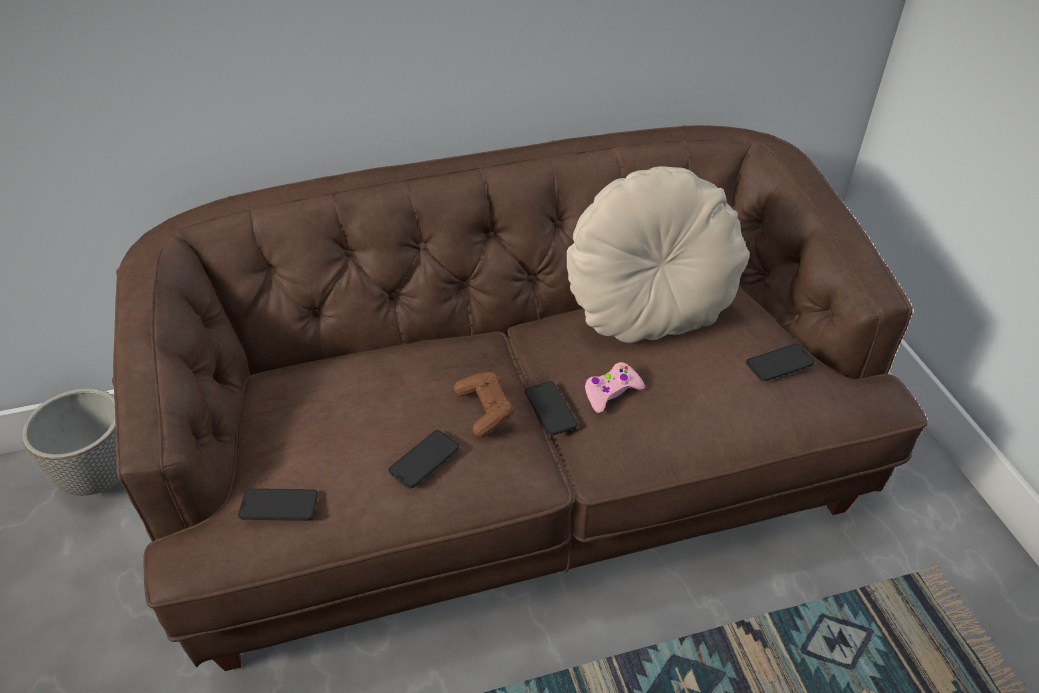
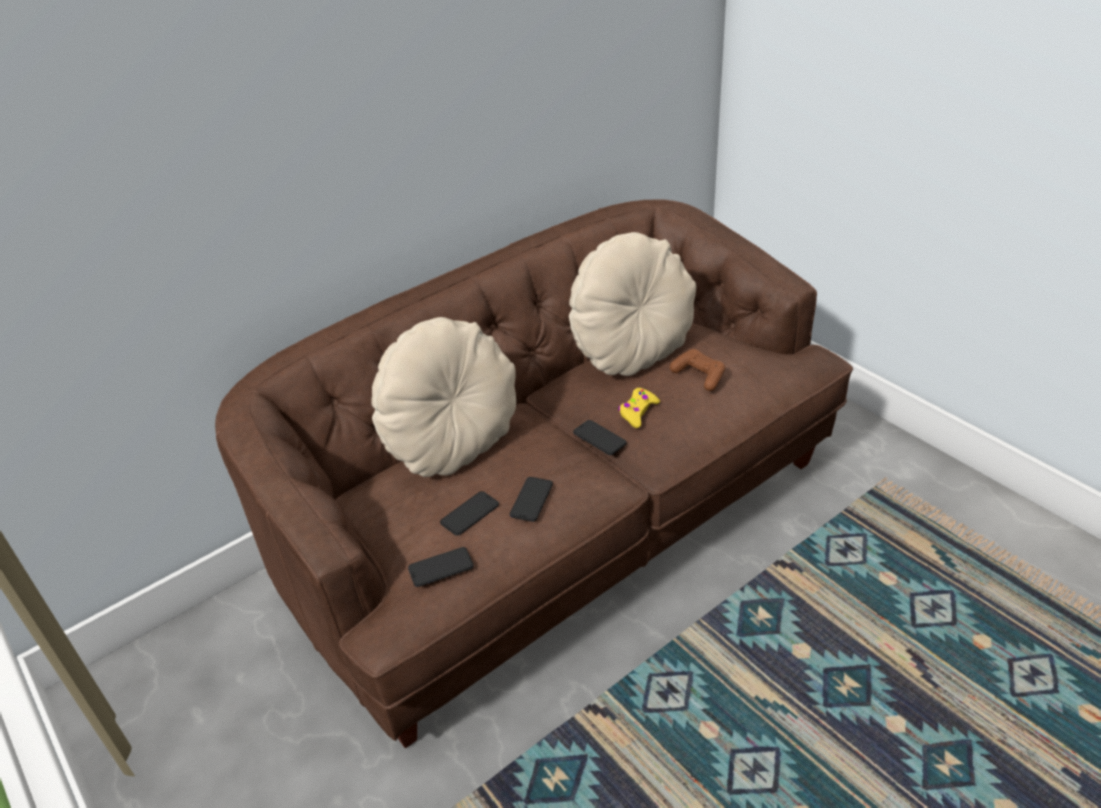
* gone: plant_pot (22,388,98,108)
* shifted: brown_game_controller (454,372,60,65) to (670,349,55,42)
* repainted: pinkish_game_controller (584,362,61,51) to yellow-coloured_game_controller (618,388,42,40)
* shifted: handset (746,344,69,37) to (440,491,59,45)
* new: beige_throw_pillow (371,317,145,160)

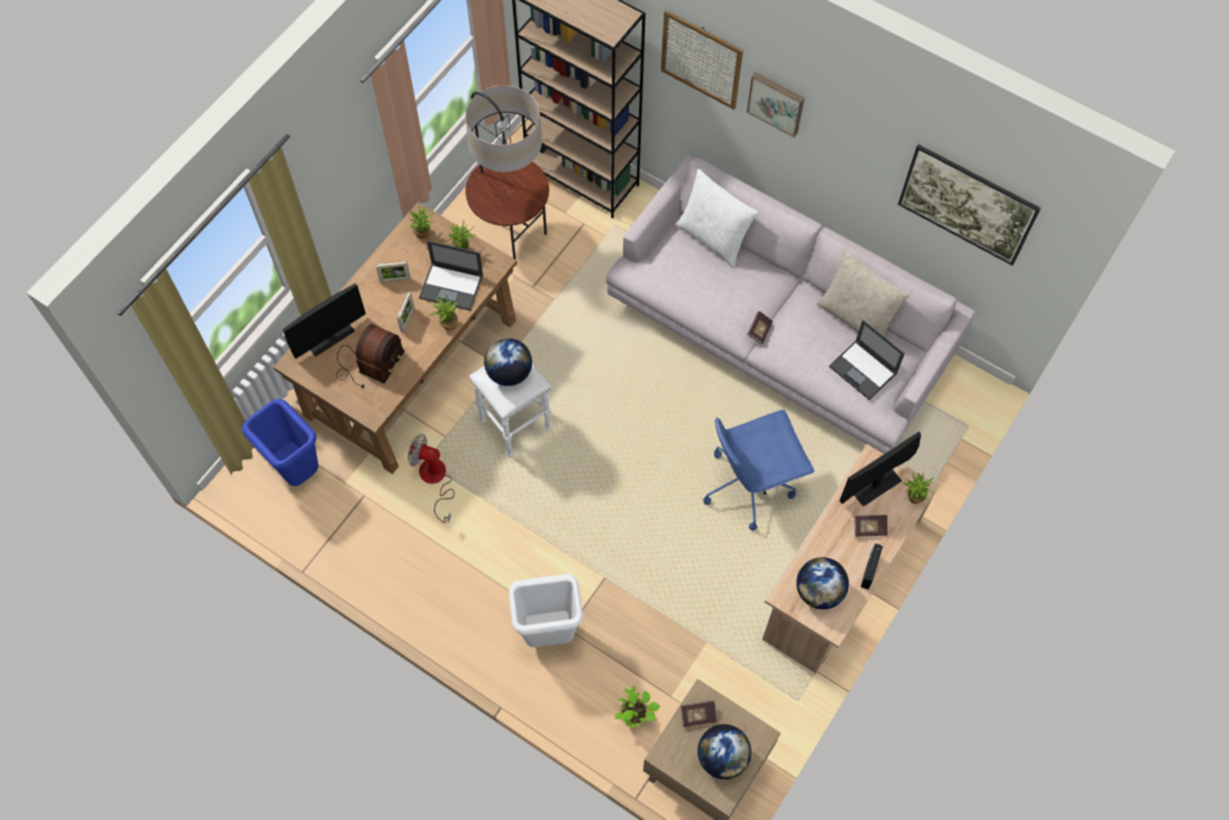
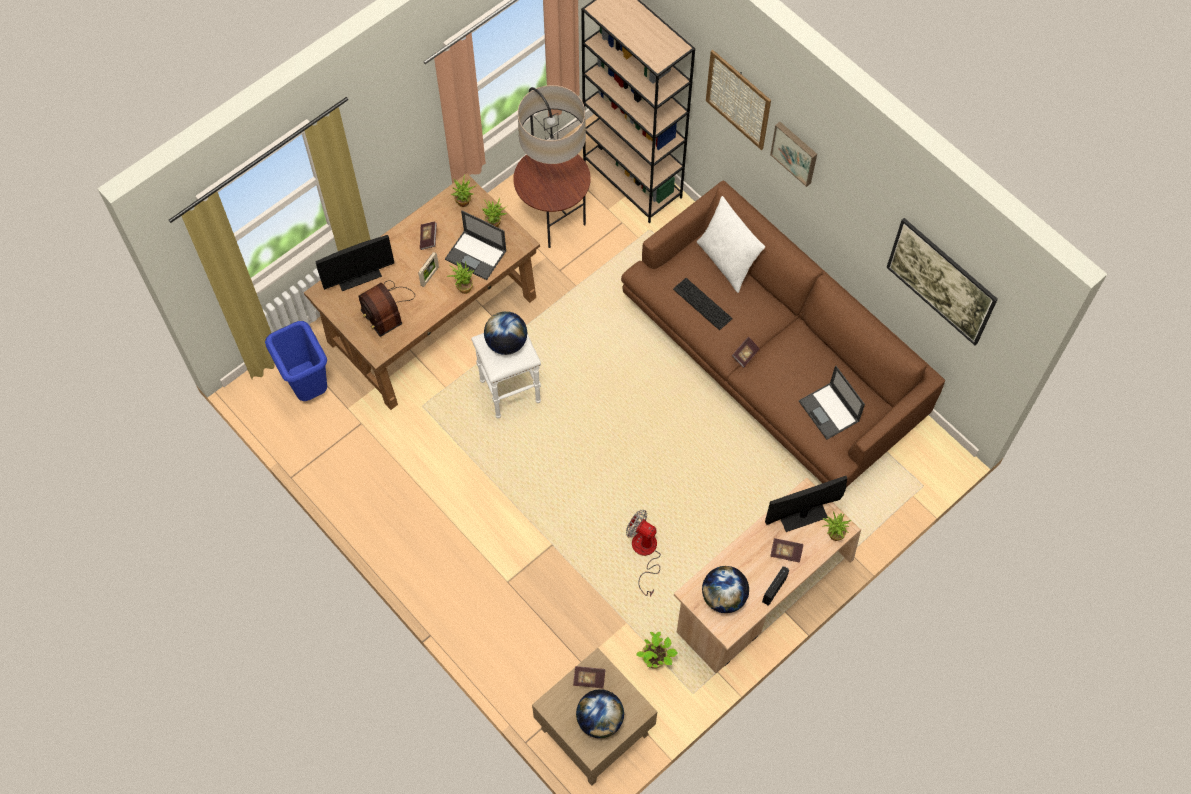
* rotated: radio_set (336,324,69,64) = (359,281,56,56) 105 degrees clockwise
* swapped: standing_frame (376,261,35,22) to volume (420,221,17,29)
* shifted: fan (408,434,46,89) to (626,509,35,88)
* gone: white-coloured_trash_can (509,574,74,73)
* repainted: white-coloured_couch (606,155,369,299) to brown_couch (621,180,324,307)
* shifted: plant_in_a_pot (615,686,45,42) to (636,632,42,37)
* gone: blue-coloured_computer_chair (703,410,111,121)
* gone: beige_throw_pillow (817,250,93,86)
* new: keyboard (673,278,60,52)

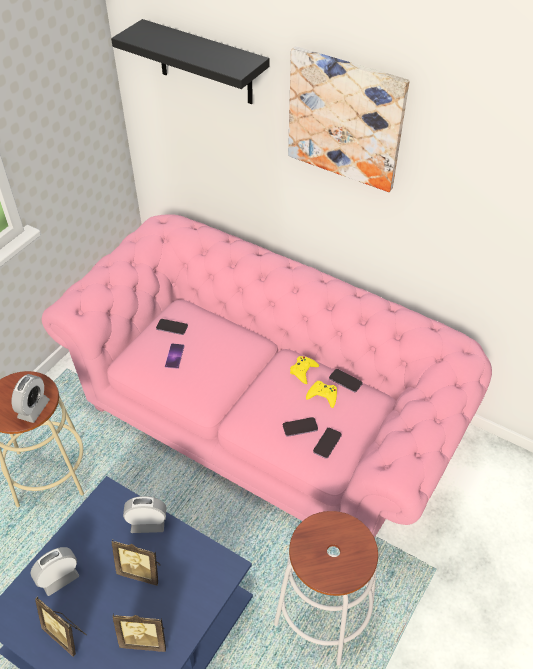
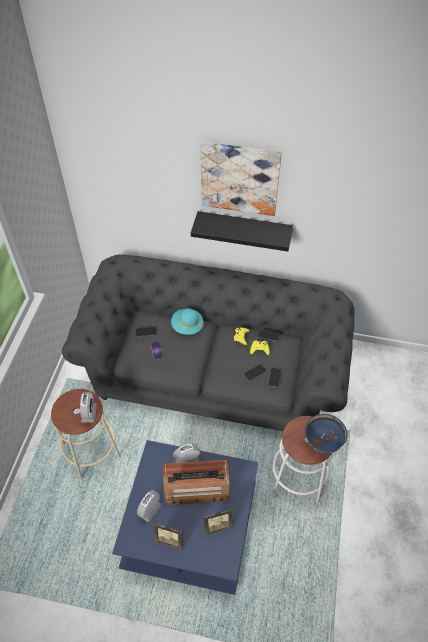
* repainted: pinkish_couch (42,214,450,324) to greyish_couch (62,255,293,176)
* shifted: black_bracket_shelf (111,19,159,85) to (191,211,102,40)
* swapped: standing_frame (112,540,49,46) to radio_set (163,460,66,45)
* new: turquoise_wearable_hat (171,309,33,26)
* new: blue-coloured_bowl (305,414,43,40)

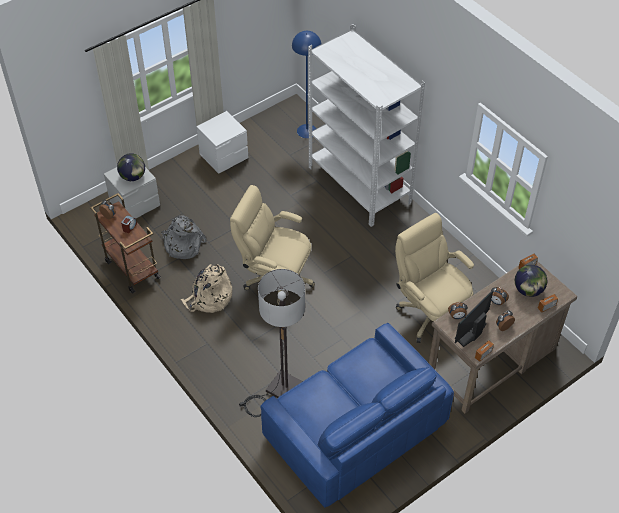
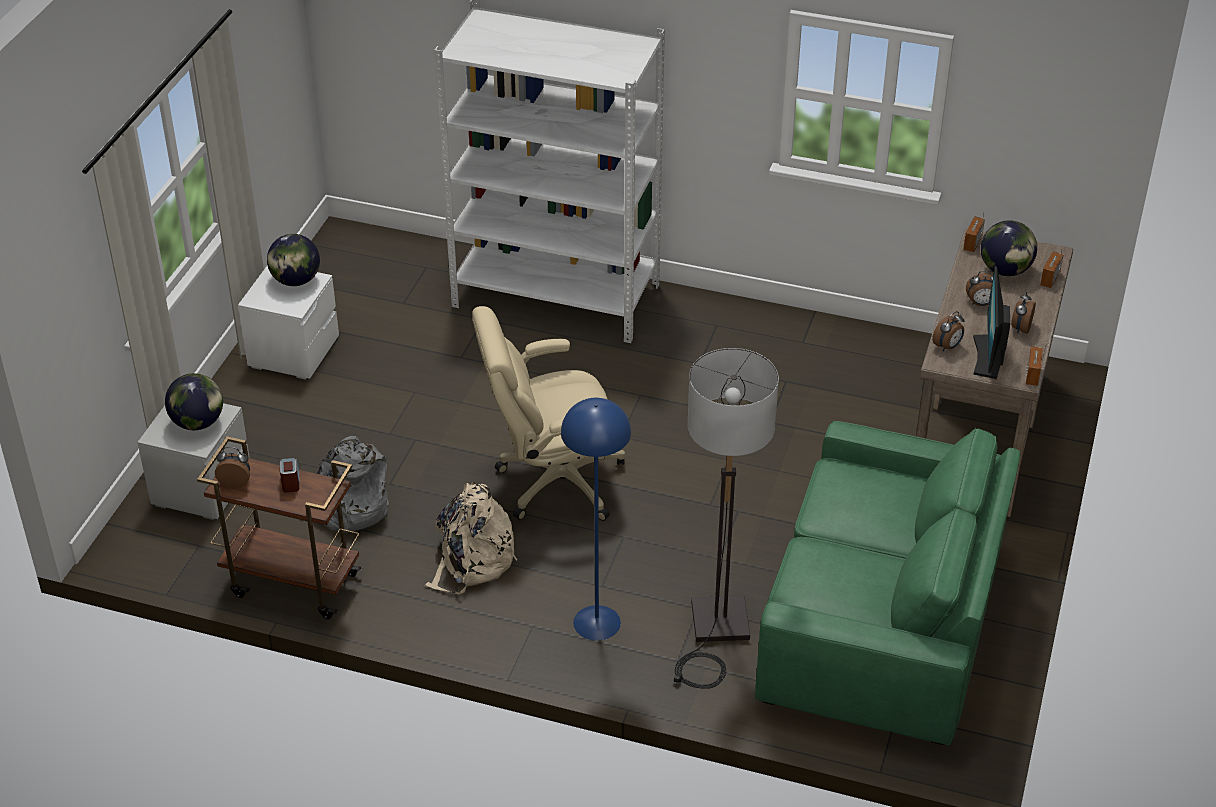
* repainted: blue-coloured_couch (261,323,193,185) to green_couch (755,421,265,324)
* shifted: blue-coloured_standard_lamp (292,31,29,107) to (561,398,70,243)
* gone: beige_computer_chair (395,213,79,130)
* new: world_globe (267,234,53,52)

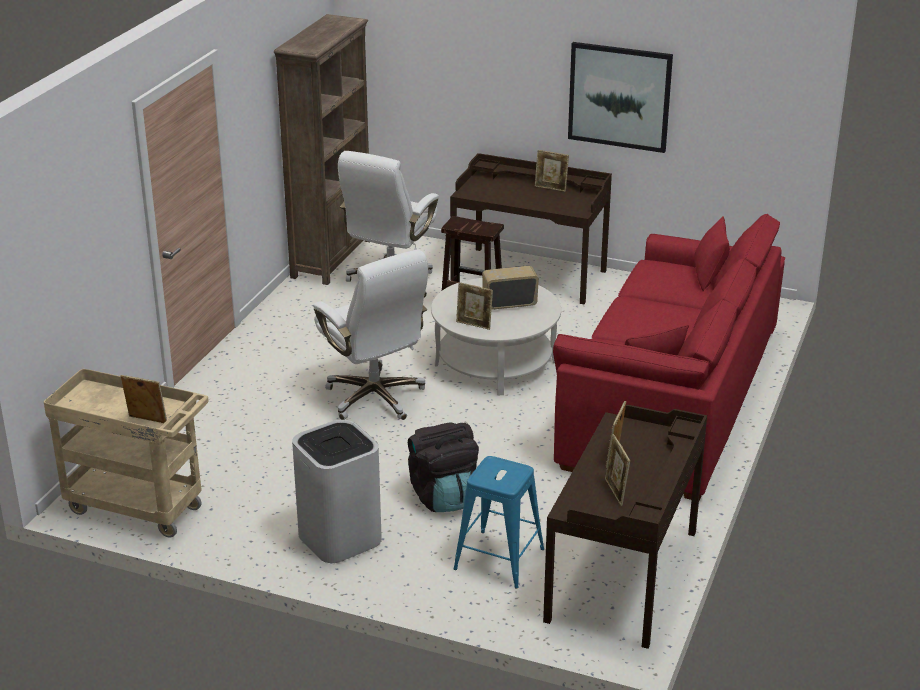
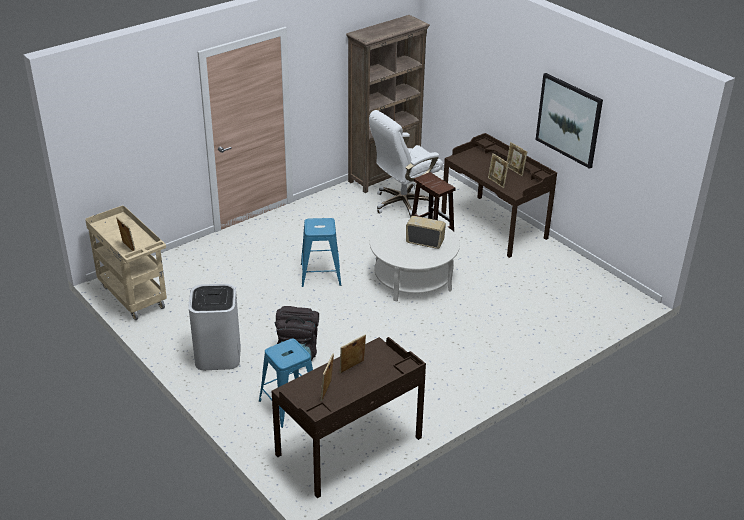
* swapped: white-coloured_computer_chair (313,249,115,171) to blue-coloured_sitting_stool (301,218,40,69)
* shifted: standing_frame (456,282,37,48) to (488,153,21,35)
* gone: red-coloured_couch (553,214,232,287)

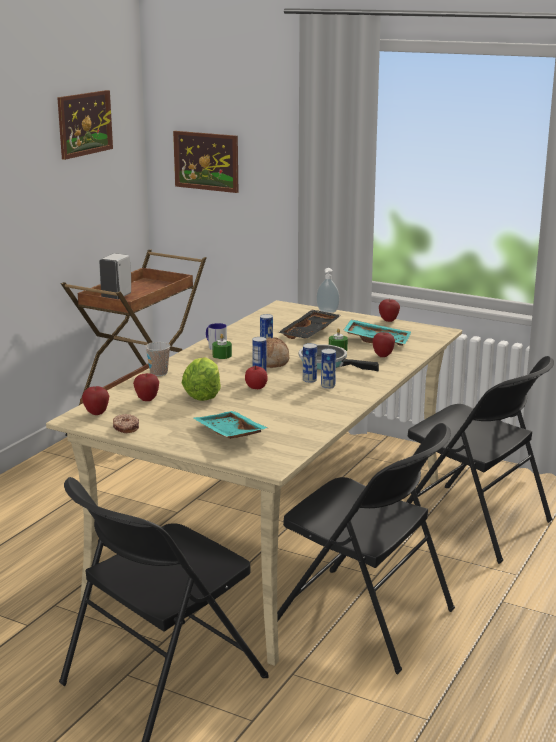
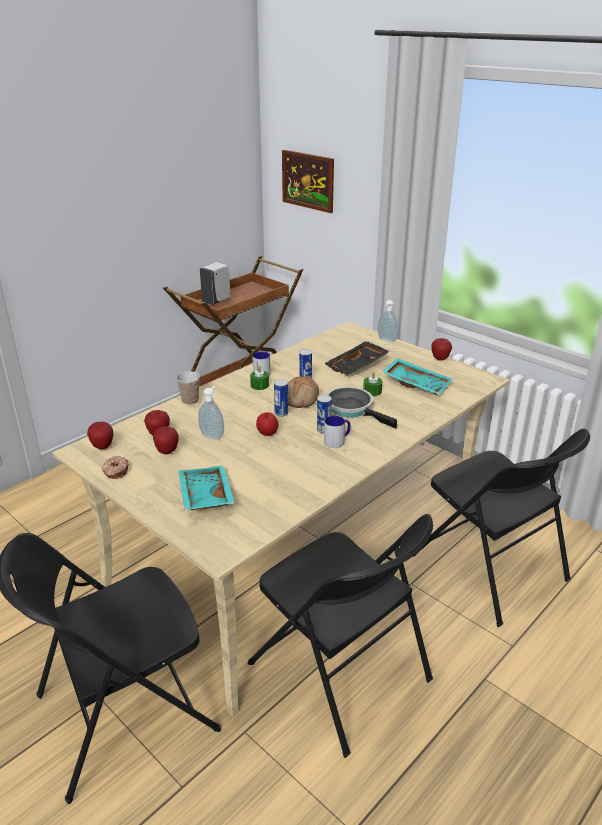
* gone: picture (57,90,56,70)
* swapped: head_of_lettuce (182,357,39,44) to soap_bottle (198,386,26,53)
* swapped: sealed_can (321,349,15,40) to coffee_mug (324,416,27,32)
* shifted: whole_apple (373,332,22,25) to (153,426,26,28)

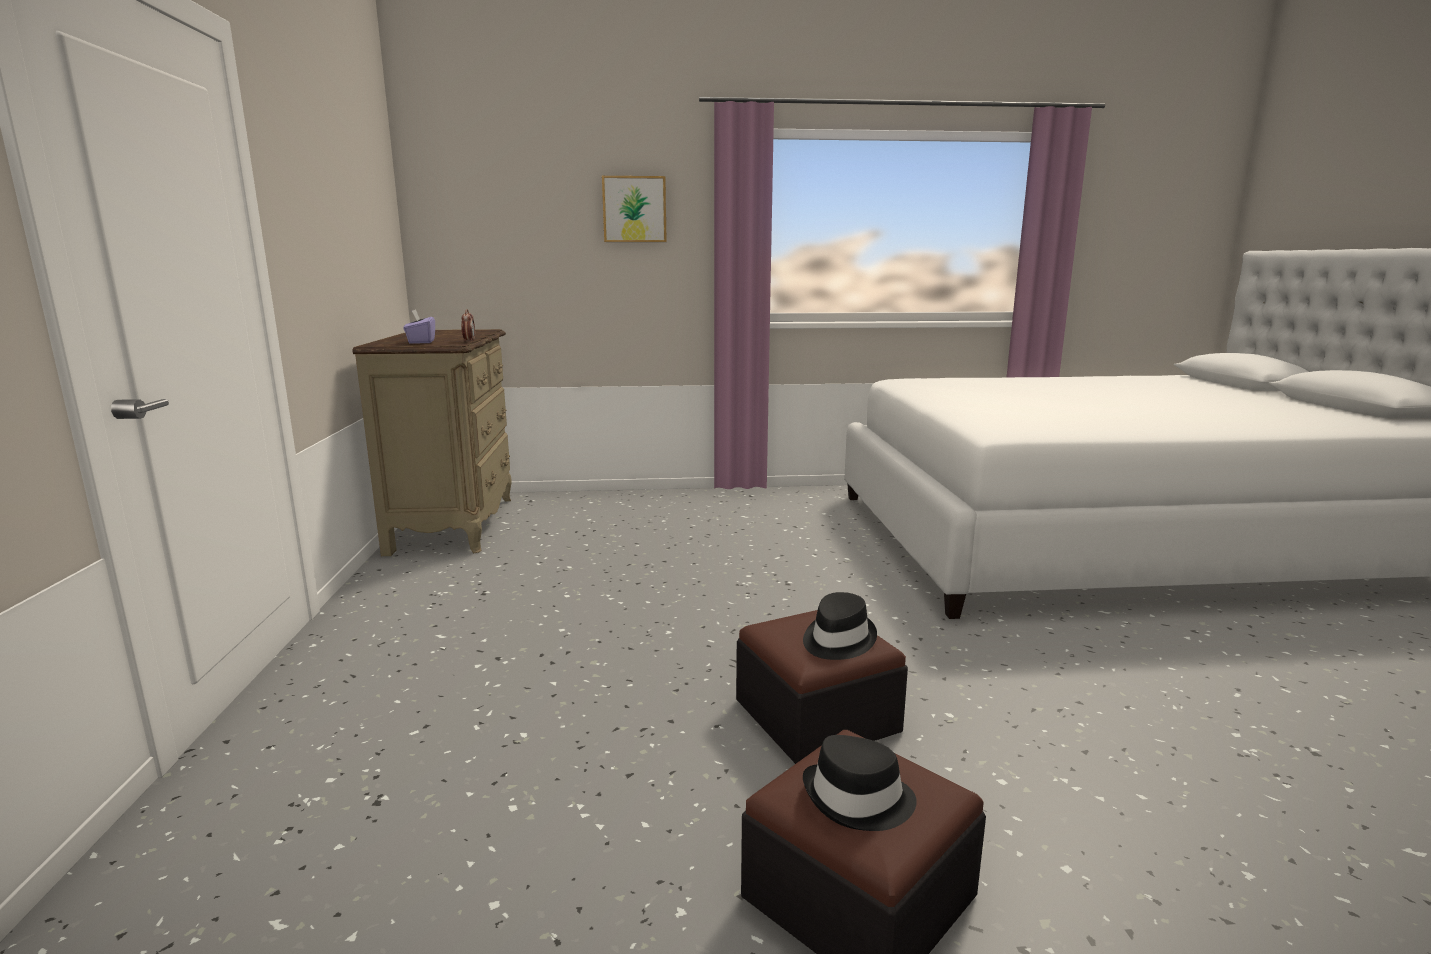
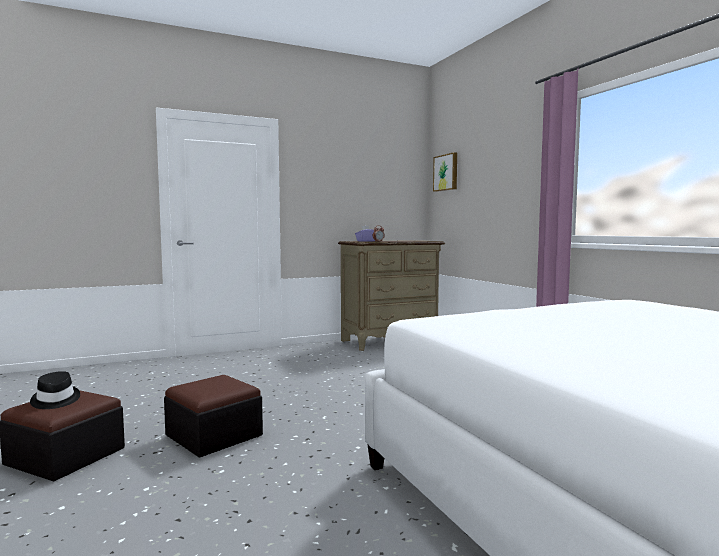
* shifted: picture (602,176,65,66) to (433,152,24,40)
* gone: black_wearable_hat (803,592,74,68)

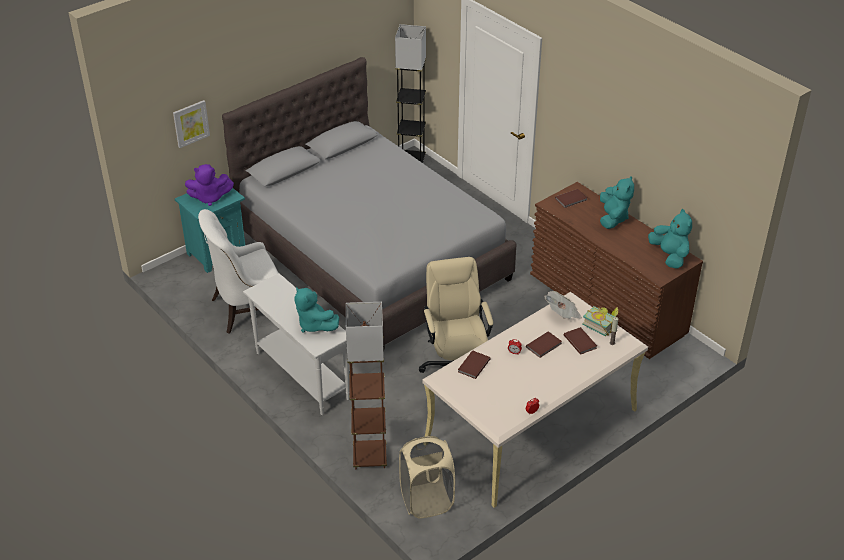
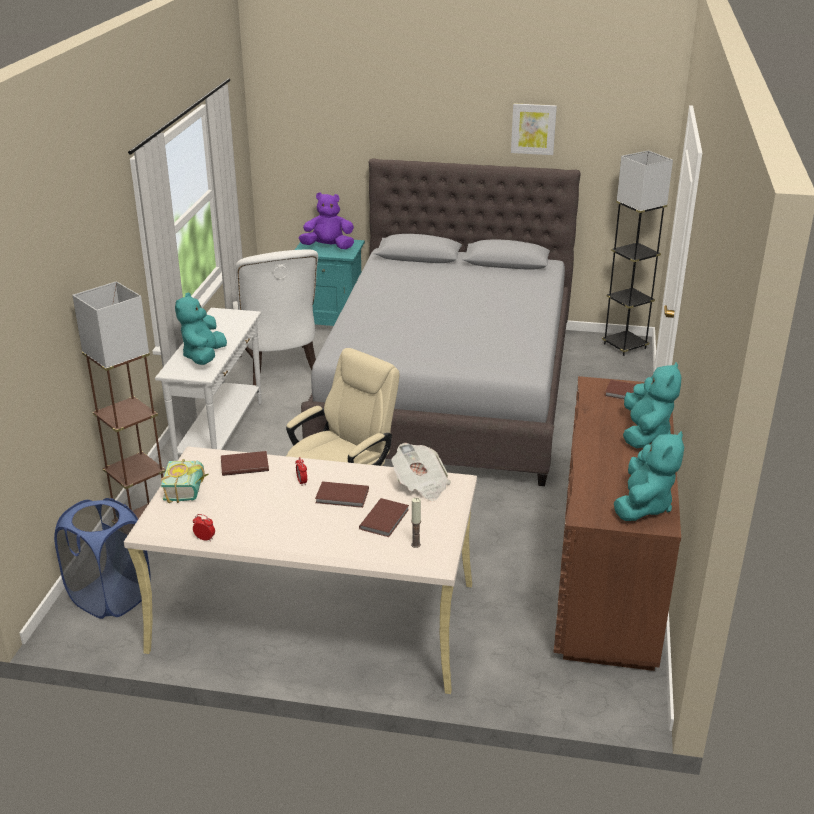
* shifted: picture (173,100,37,48) to (511,103,46,52)
* rotated: purple-coloured_plush_toy (185,164,49,42) = (299,192,55,57) 135 degrees clockwise
* rotated: white-coloured_chair (198,209,80,125) = (233,249,85,136) 135 degrees counterclockwise
* repainted: beige_hamper (399,436,56,82) to blue-coloured_hamper (54,498,96,121)
* shifted: volume (582,306,36,30) to (161,459,48,44)
* rotated: turquoise_plush_toy (600,176,34,53) = (623,362,58,86) 45 degrees counterclockwise

